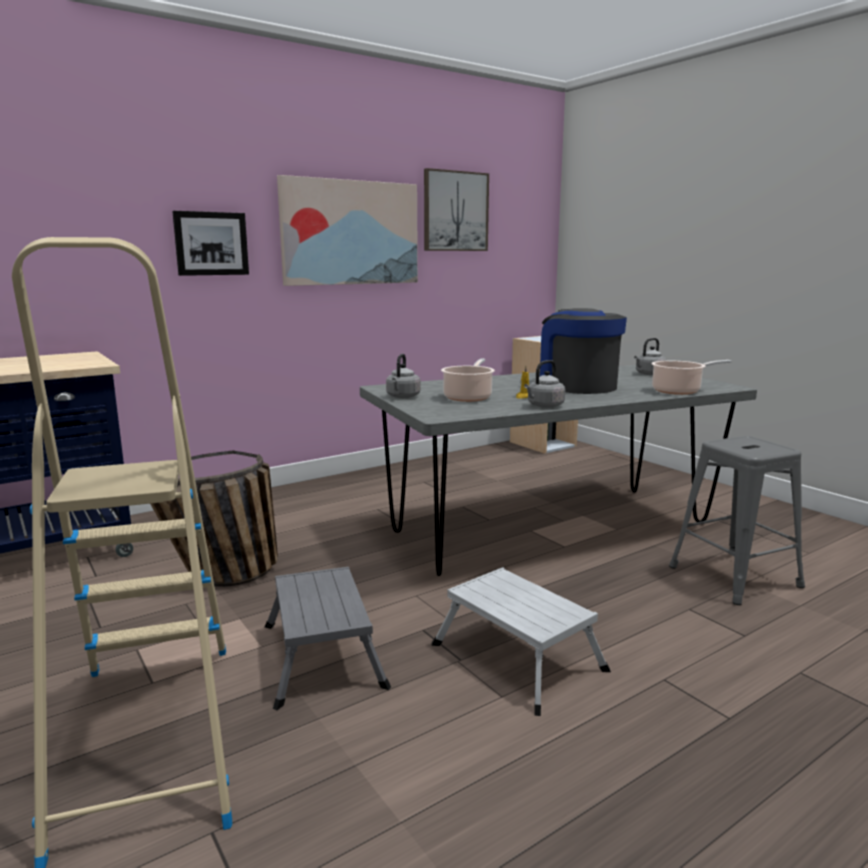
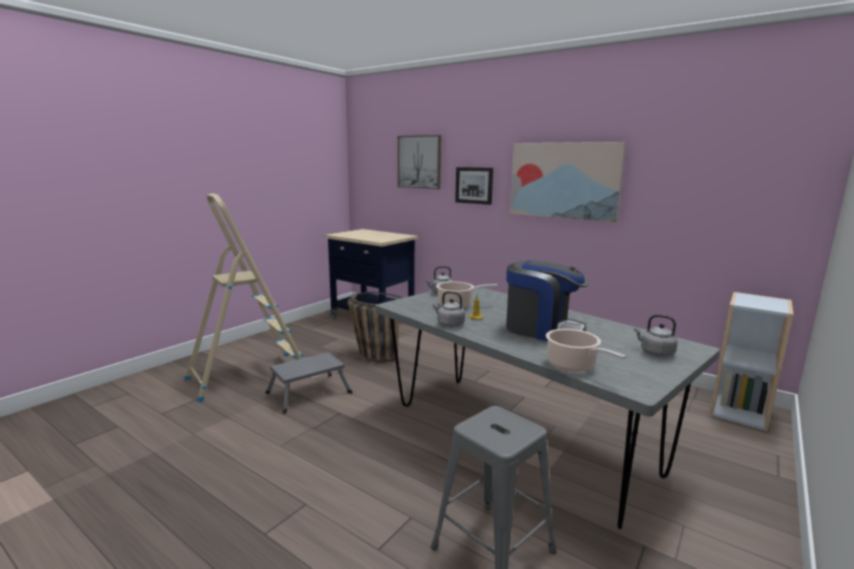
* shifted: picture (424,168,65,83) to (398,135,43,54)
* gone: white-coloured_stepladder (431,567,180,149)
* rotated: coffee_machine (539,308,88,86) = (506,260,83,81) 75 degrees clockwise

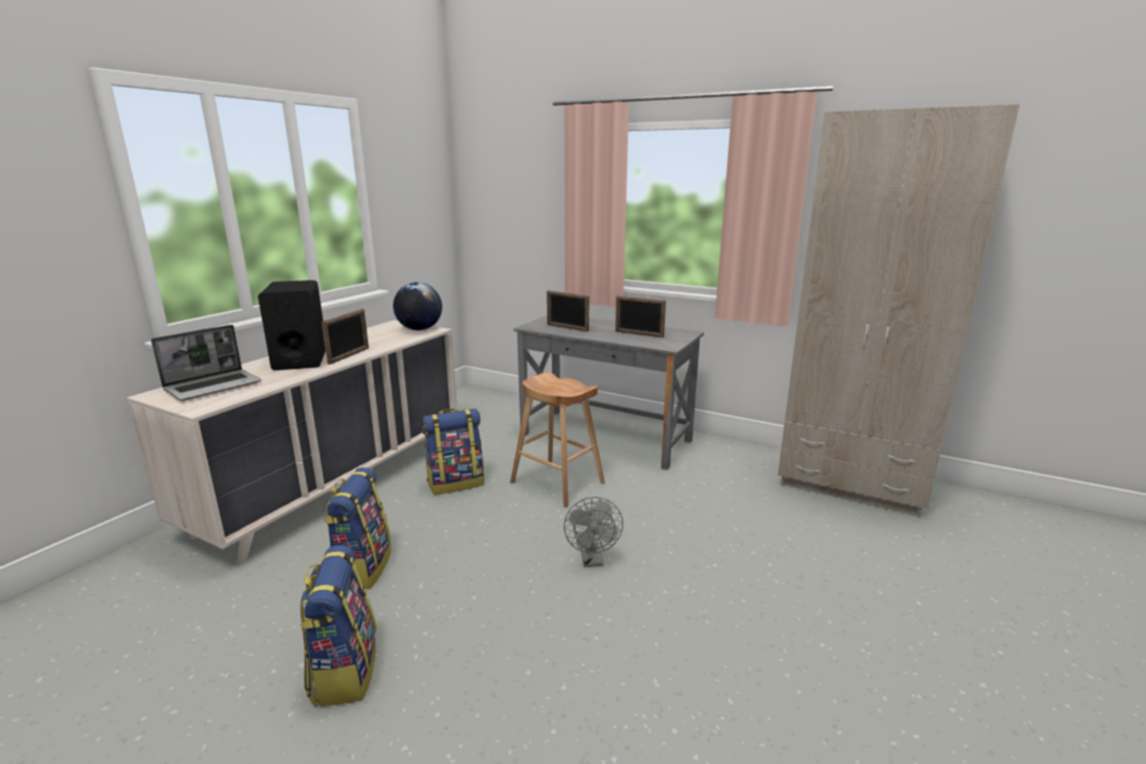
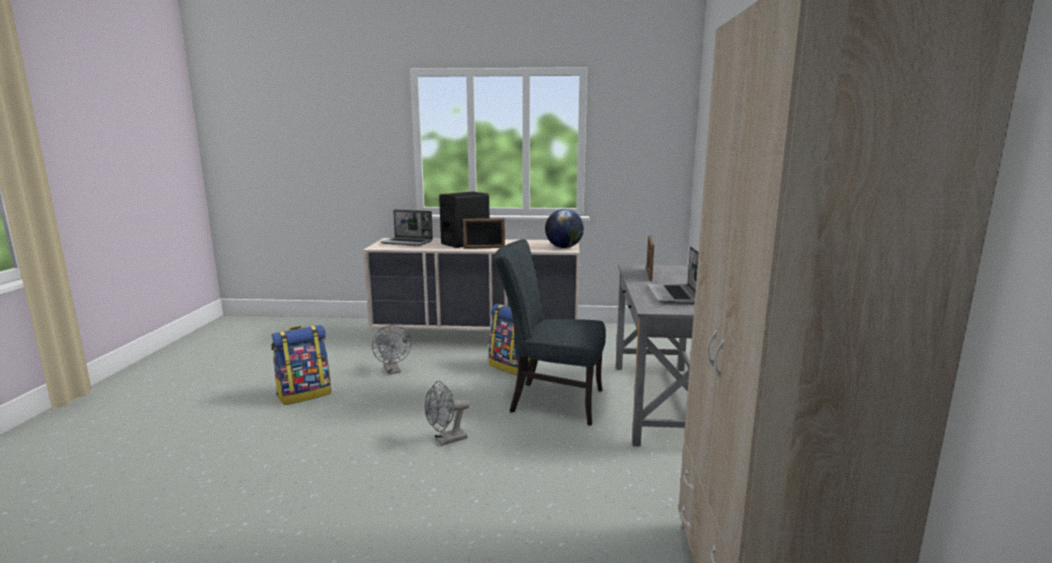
* swapped: knapsack (324,468,67,121) to greyish_fan (372,325,39,49)
* swapped: brown_sitting_stool (510,372,95,135) to greyish_chair (494,239,112,187)
* swapped: standing_frame (615,296,51,42) to laptop (647,246,52,58)

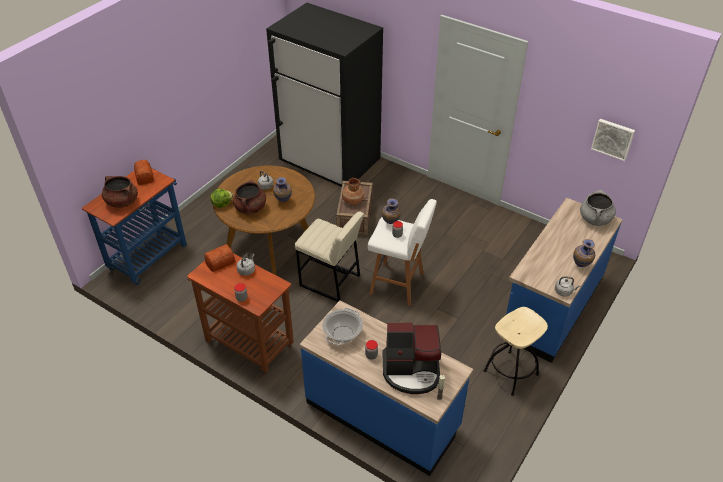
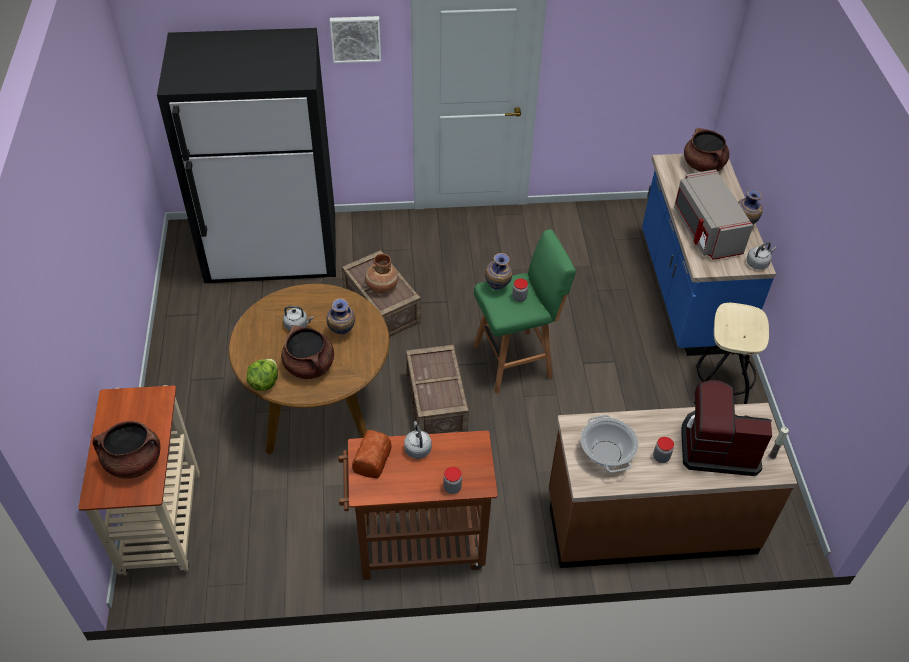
* repainted: blue-coloured_cart (82,168,105,117) to beige_cart (78,385,122,191)
* gone: baked_bread (134,160,20,25)
* swapped: beige_chair (295,211,69,91) to packing_crate (406,344,63,90)
* repainted: blue-coloured_kitchen_counter (300,300,173,176) to brown_kitchen_counter (549,403,248,165)
* repainted: white-coloured_sitting_stool (368,199,69,107) to green_sitting_stool (474,229,102,165)
* rotated: coffee_machine (382,323,59,71) = (681,380,91,96) 135 degrees counterclockwise
* repainted: greyish_saucepot (580,190,36,36) to brown_saucepot (684,128,45,44)
* shifted: picture (591,119,44,42) to (330,16,51,47)
* new: greyish_microwave_oven (674,169,79,91)

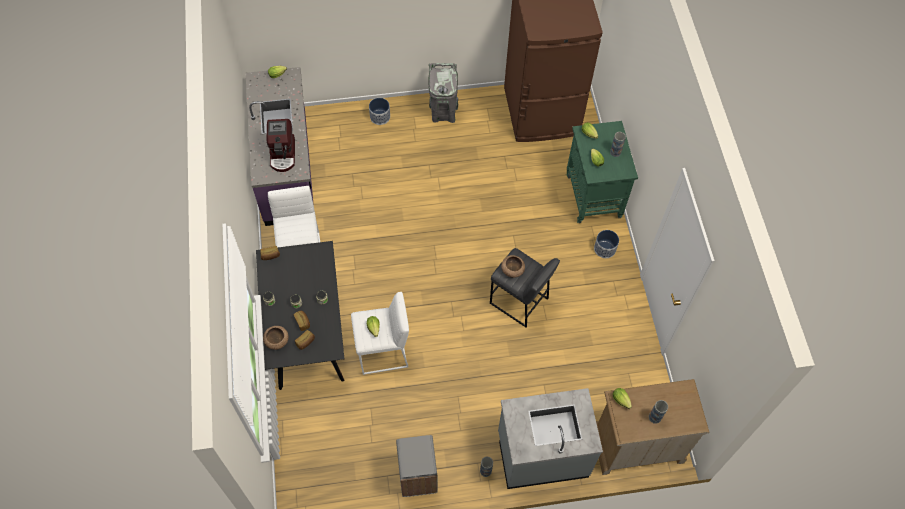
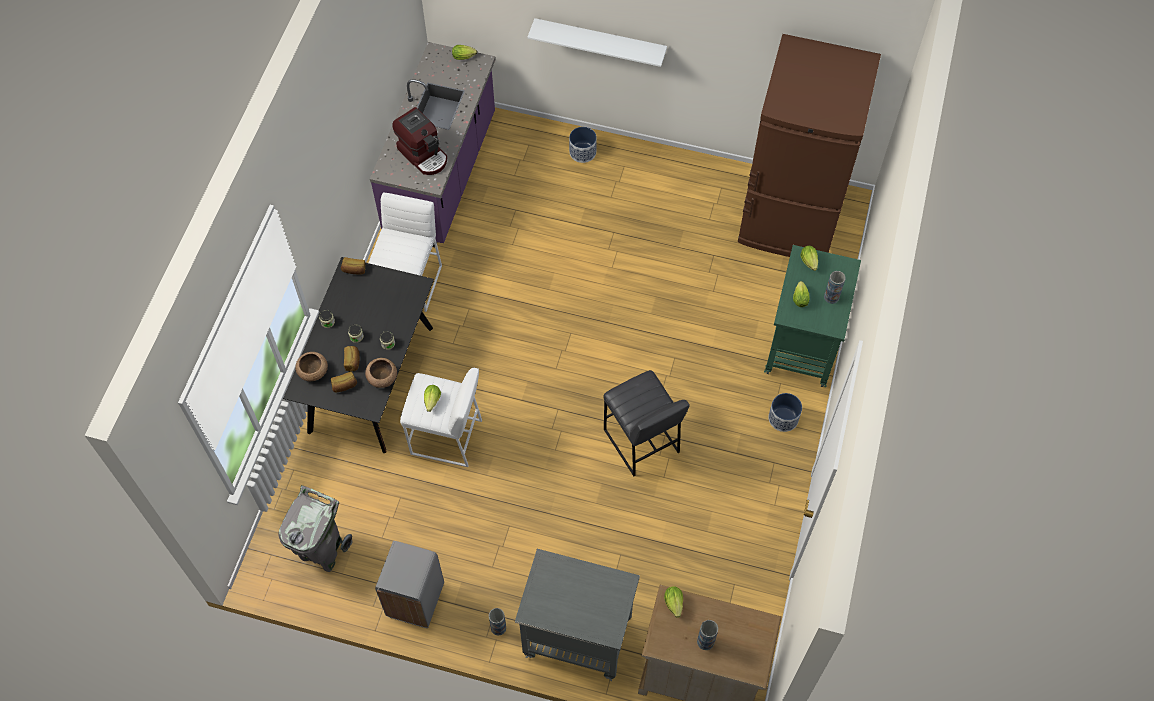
* rotated: coffee_machine (267,119,28,53) = (392,107,55,68) 60 degrees counterclockwise
* shifted: greyish_trash_can (428,63,30,60) to (278,485,75,87)
* swapped: greyish_kitchen_counter (498,388,105,101) to greyish_cart (515,549,125,132)
* shifted: brown_bowl (501,255,24,23) to (365,358,32,30)
* new: white-coloured_bracket_shelf (527,18,140,49)

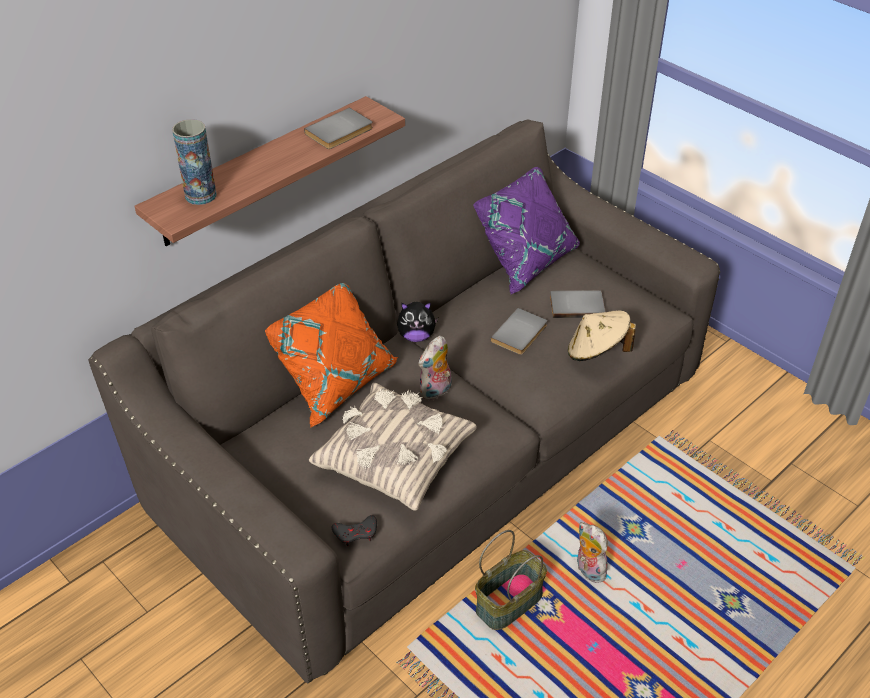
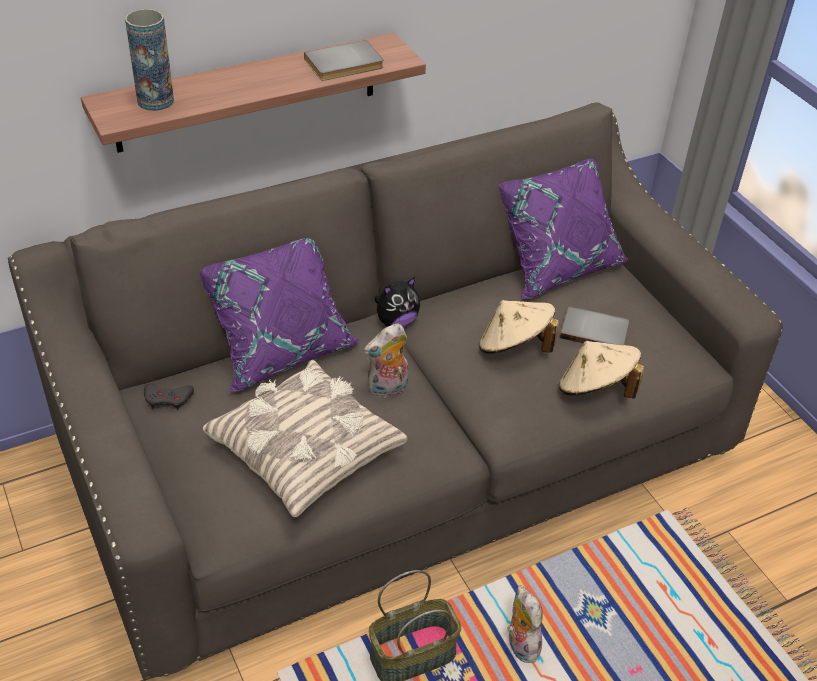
* repainted: orangey_throw_pillow (265,283,133,145) to purple-coloured_throw_pillow (200,238,161,155)
* shifted: greyish_game_controller (332,515,45,31) to (144,383,50,27)
* rotated: plush_toy (397,302,41,40) = (375,277,45,50) 45 degrees counterclockwise
* swapped: greyish_volume (490,308,57,47) to beige_wearable_hat (479,300,80,54)

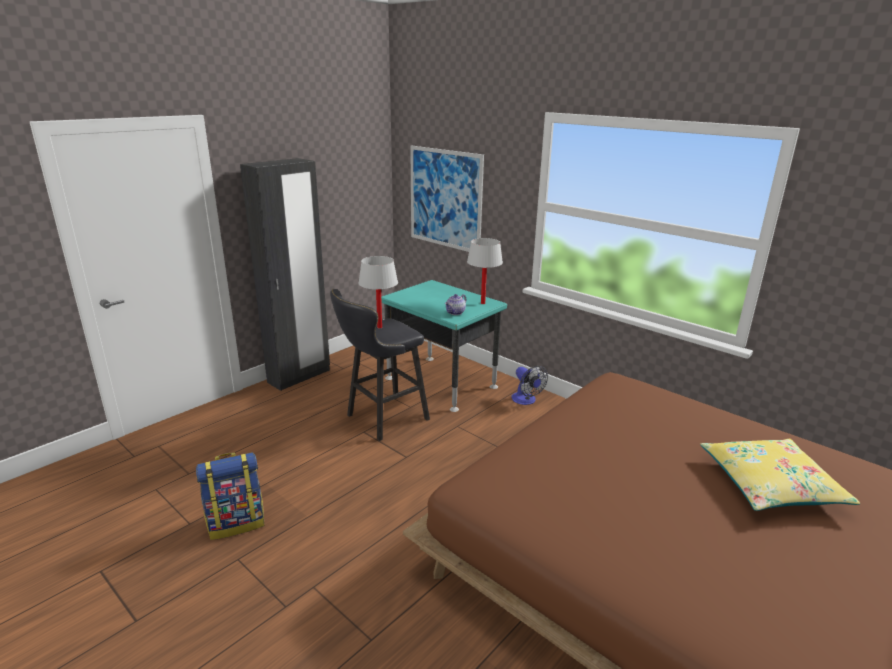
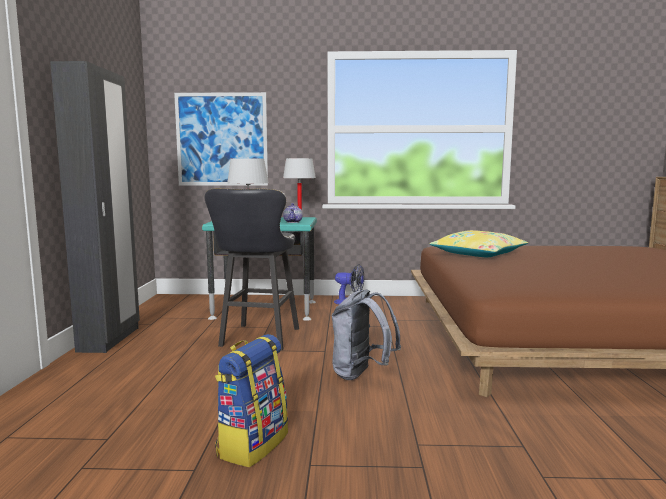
* shifted: yellow-coloured_throw_pillow (700,439,160,72) to (430,230,98,27)
* new: greyish_knapsack (332,289,69,91)

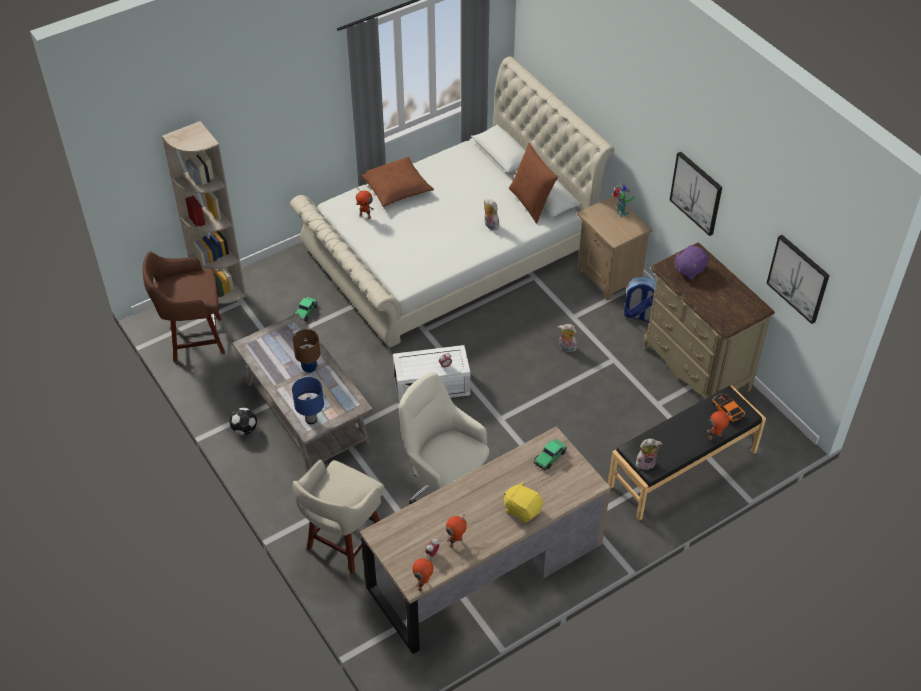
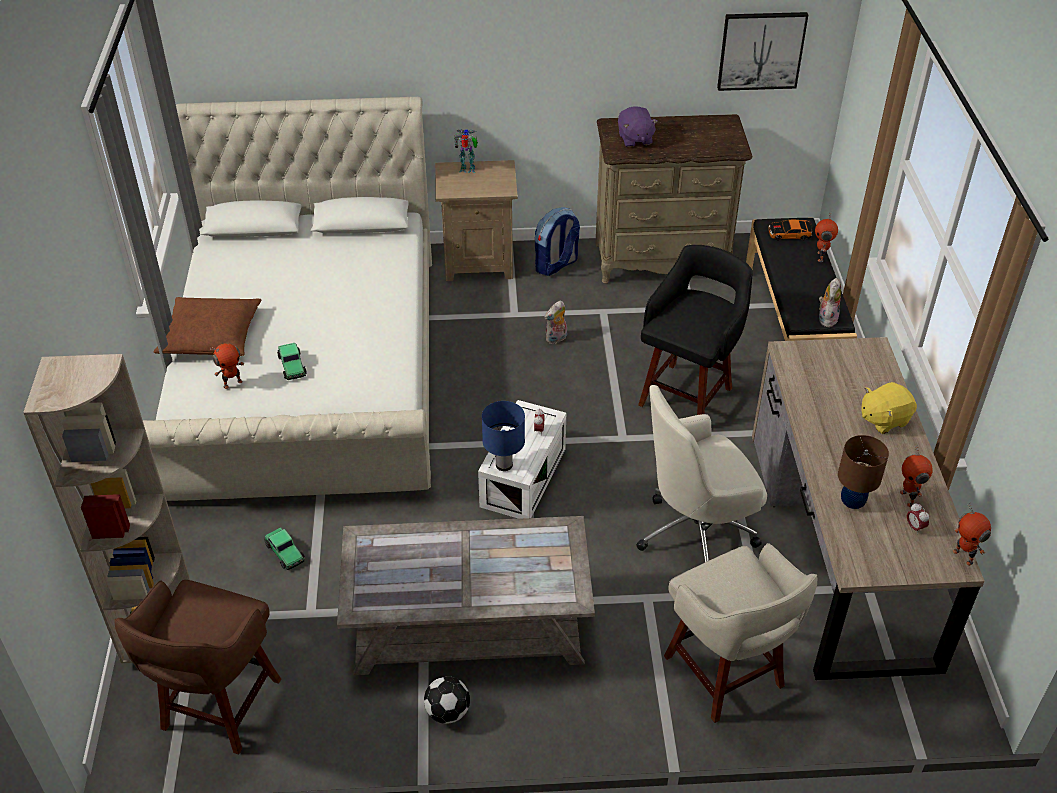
* shifted: blue-coloured_table_lamp (292,377,32,47) to (482,401,43,70)
* shifted: brown_table_lamp (293,329,27,44) to (838,435,51,74)
* gone: plush_toy (484,199,15,31)
* gone: brown_throw_pillow (509,143,49,81)
* shifted: model_car (534,439,33,31) to (277,343,29,37)
* gone: picture (670,152,52,84)
* new: black_sitting_stool (638,245,115,170)

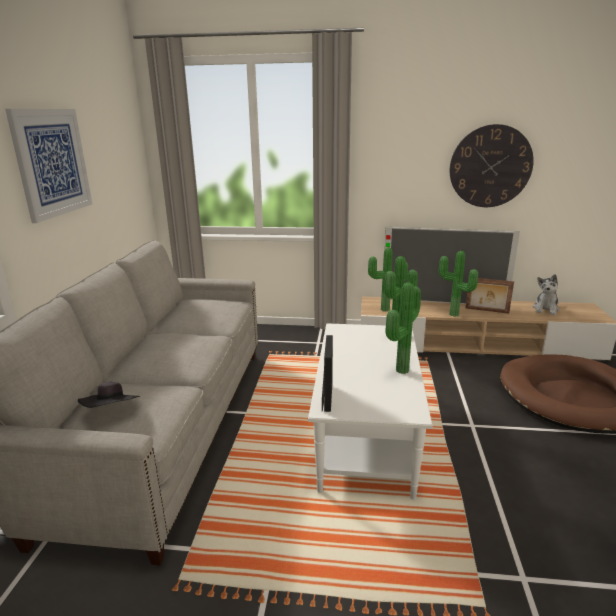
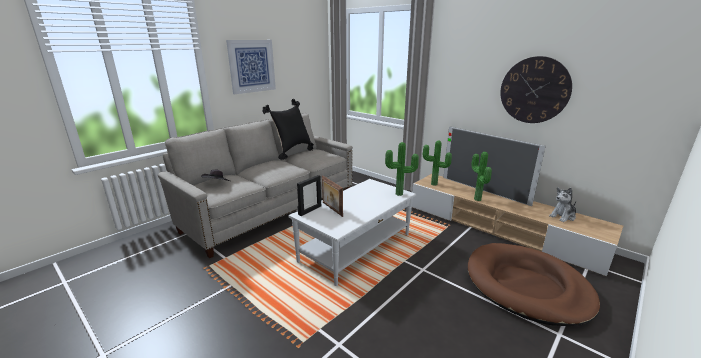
* gone: plant_in_a_pot (385,283,36,91)
* shifted: standing_frame (465,278,49,36) to (322,175,21,42)
* new: black_throw_pillow (262,99,52,61)

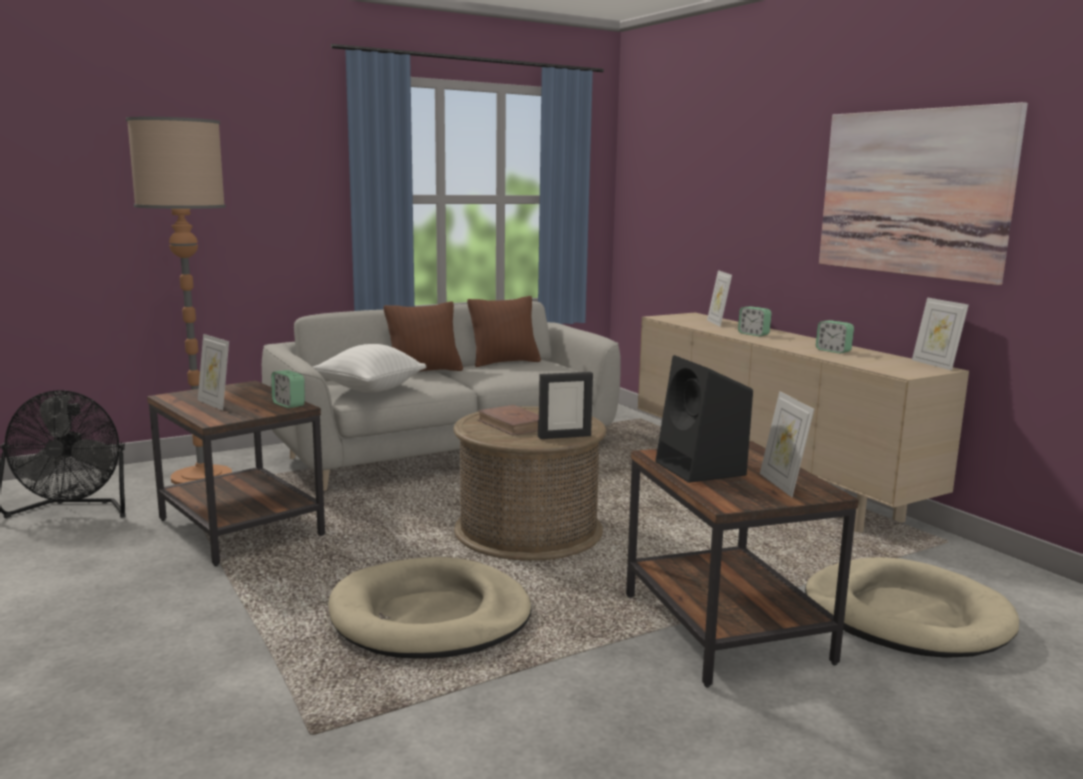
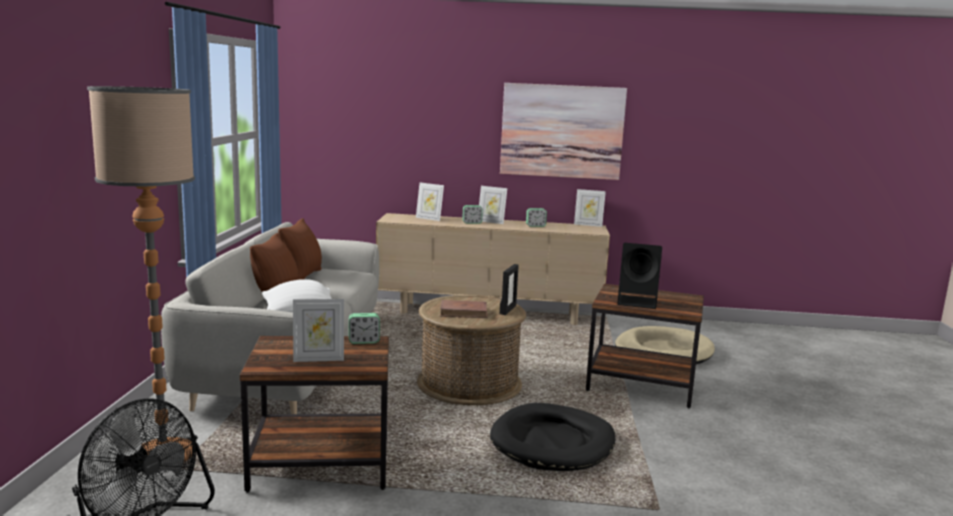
* repainted: beige_dog_bed (328,557,204,102) to black_dog_bed (490,403,126,68)
* shifted: standing_frame (760,391,54,106) to (479,186,28,38)

